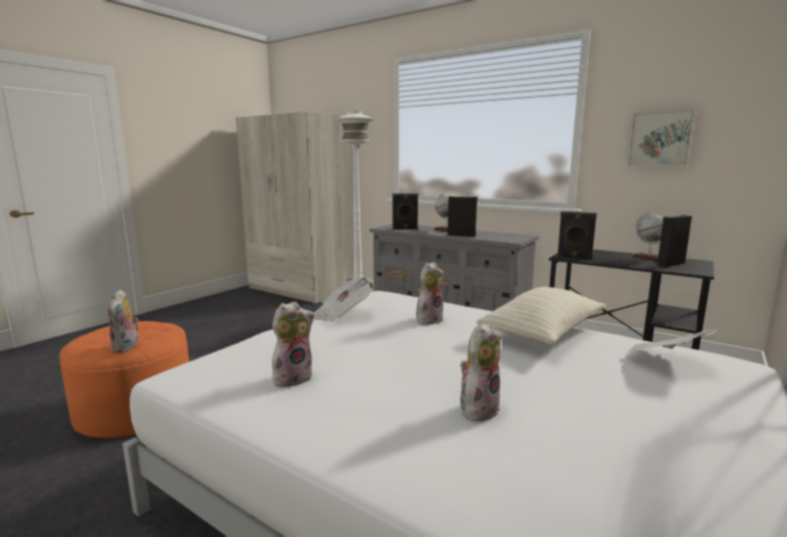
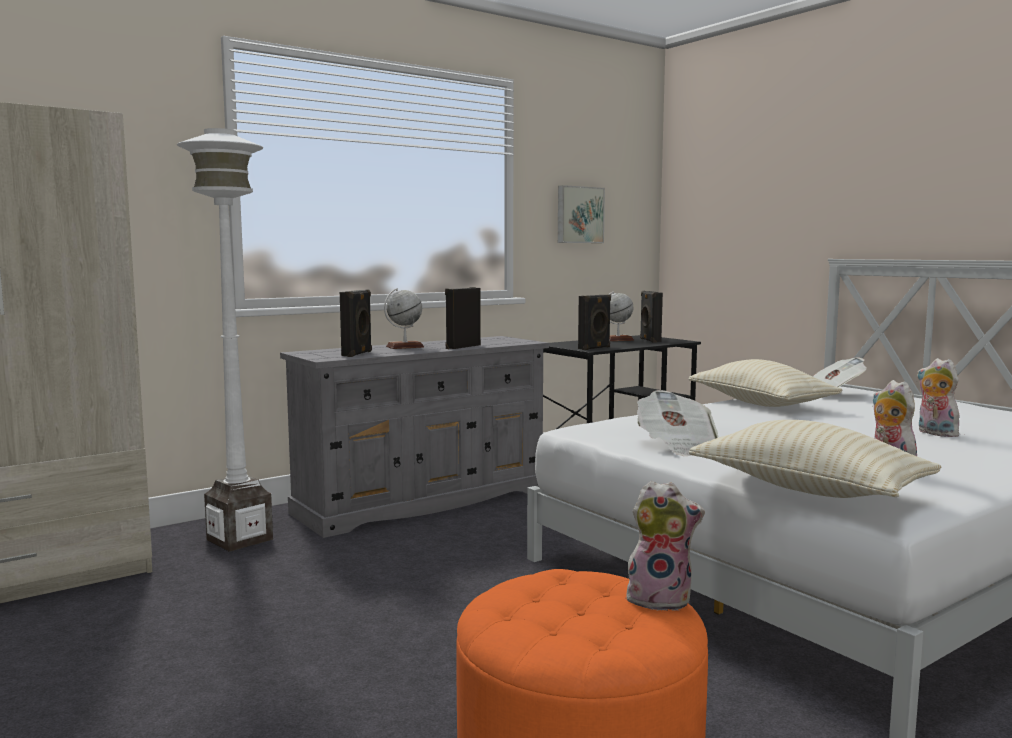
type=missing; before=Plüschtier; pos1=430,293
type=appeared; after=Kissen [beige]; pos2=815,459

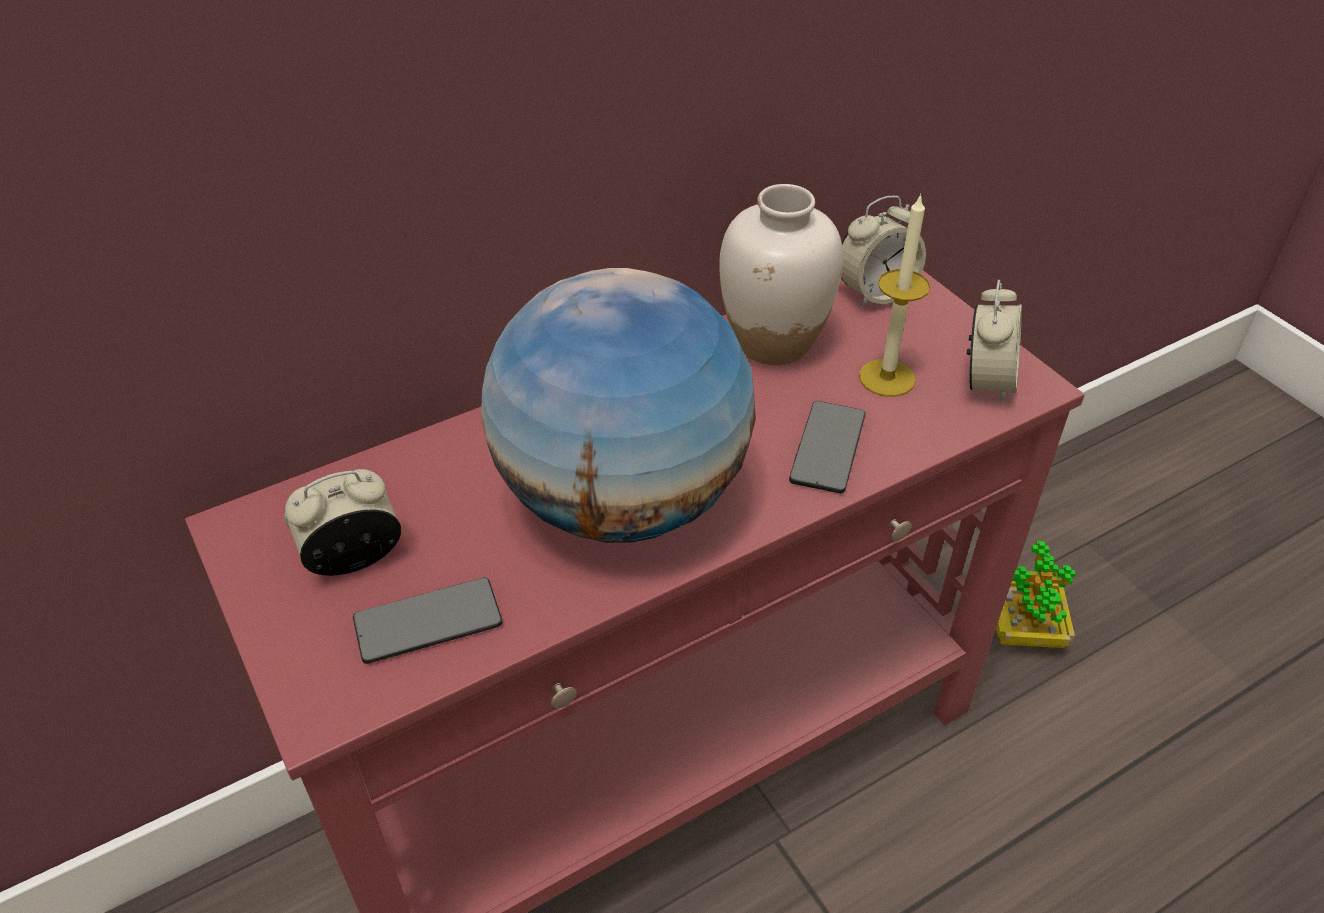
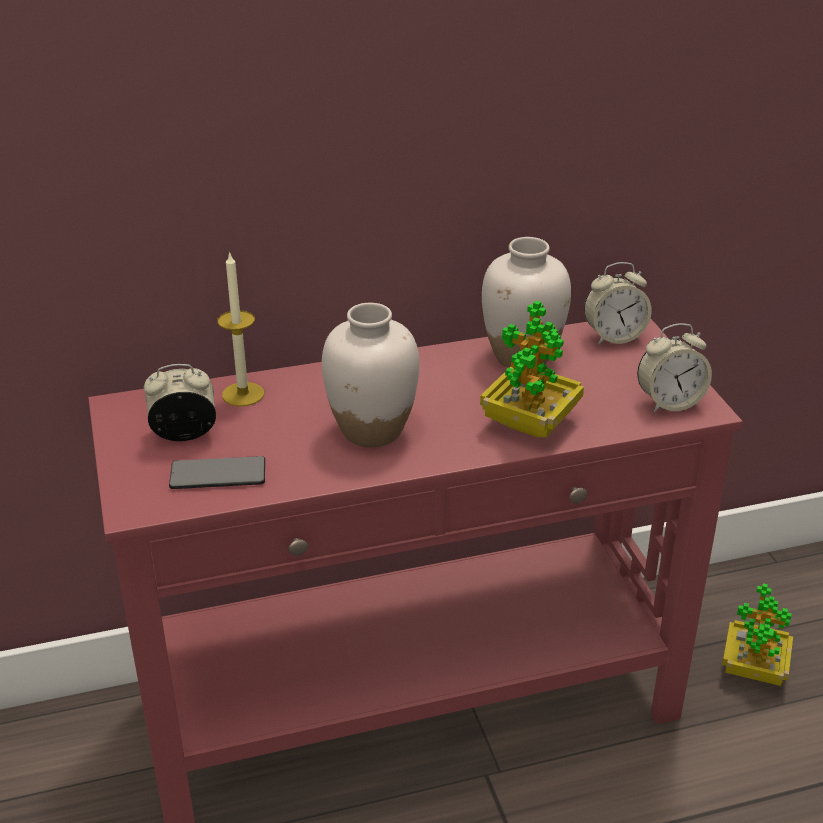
type=relocated; before=Kerze; pos1=894,295; pos2=240,328
type=exchanged; before=Globus; after=Vase [weiß]; pos1=618,405; pos2=371,375
type=exchanged; before=Handy; after=Topfpflanze; pos1=827,447; pos2=532,369
type=spun; before=Wecker; pos1=994,342; pos2=674,368; turn=45

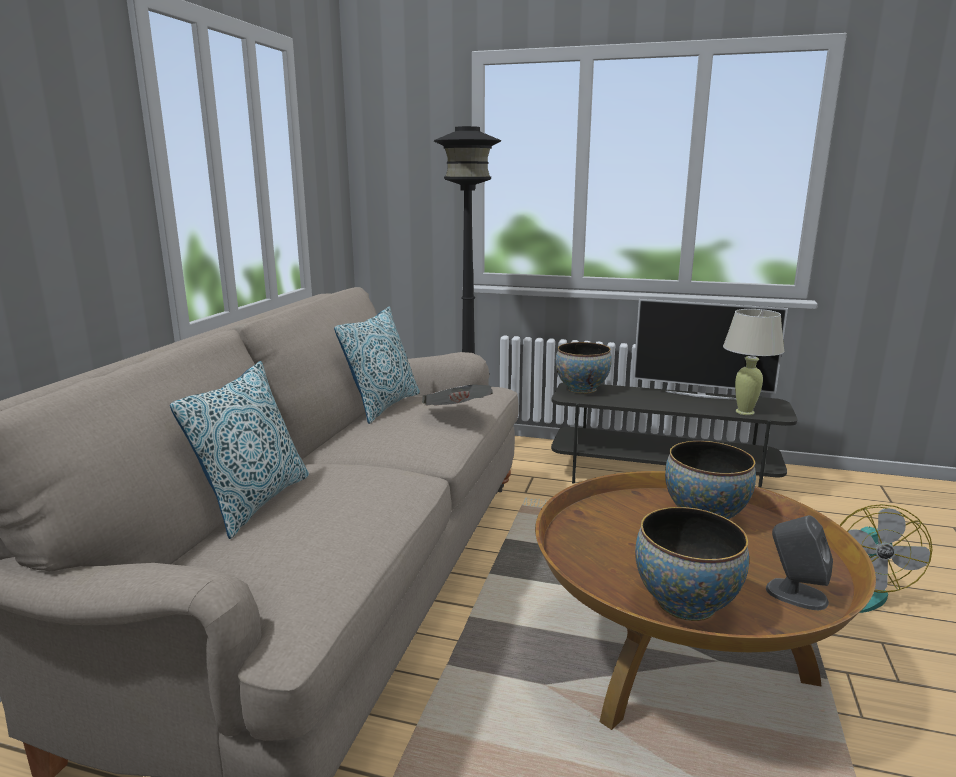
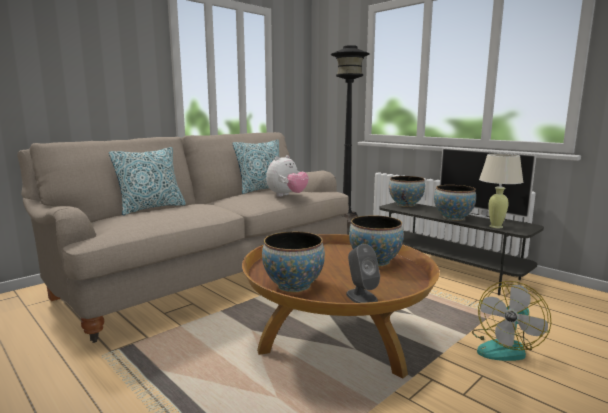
type=appeared; after=Schüssel; pos2=455,203
type=exchanged; before=Zeitung; after=Plüschtier; pos1=457,394; pos2=287,176

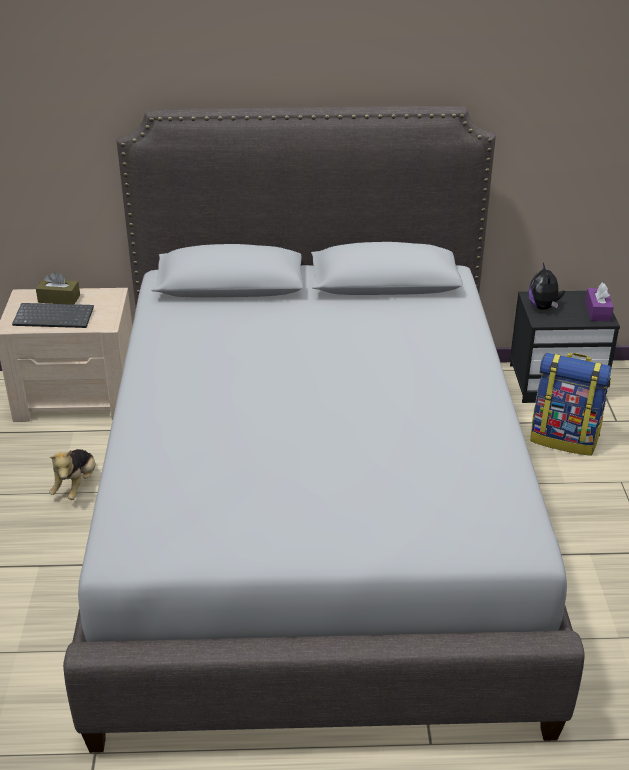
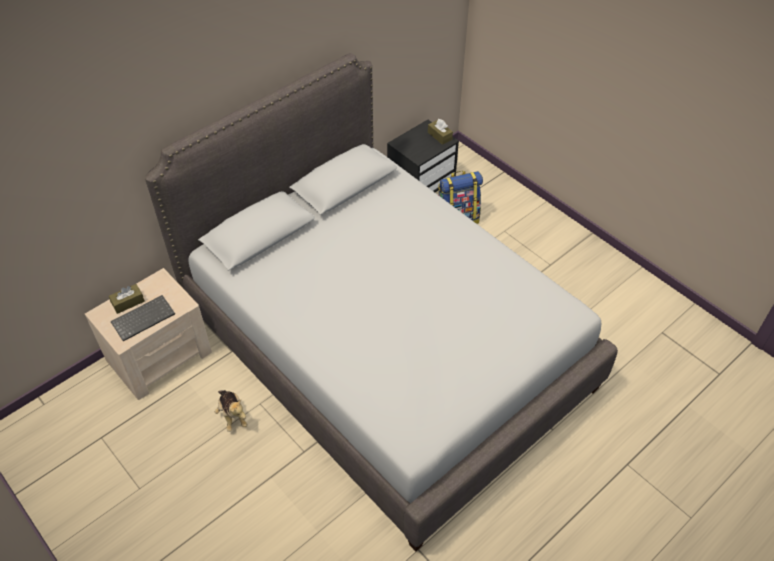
type=missing; before=Plüschtier; pos1=547,286
type=colour; before=Taschentuchbox [lila]; after=Taschentuchbox [braun]; pos1=599,302; pos2=440,132

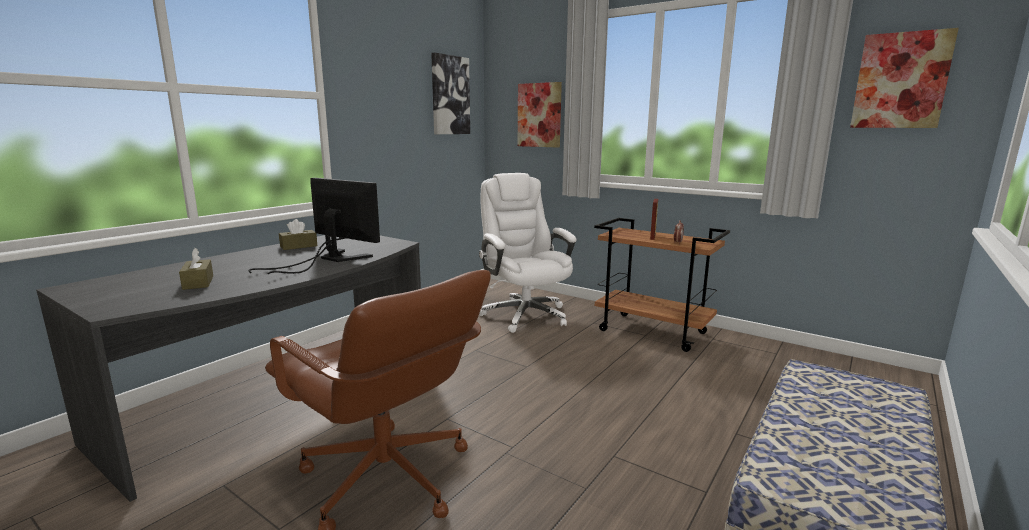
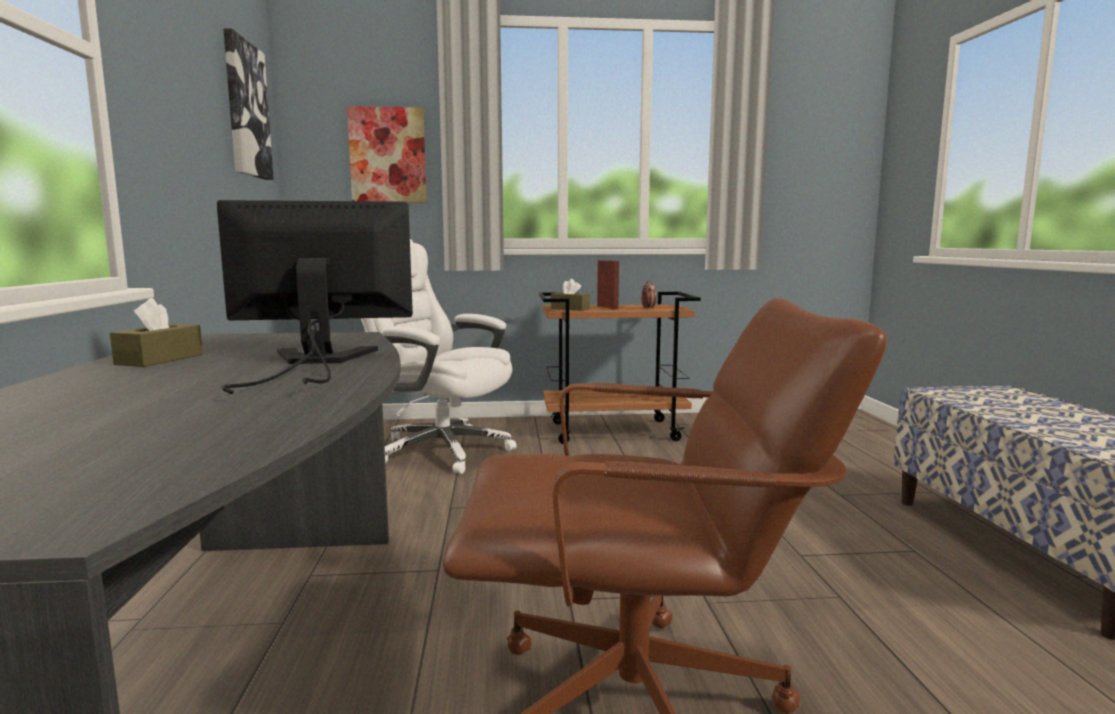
type=missing; before=Bild; pos1=904,78
type=relocated; before=Taschentuchbox [braun]; pos1=196,269; pos2=570,295

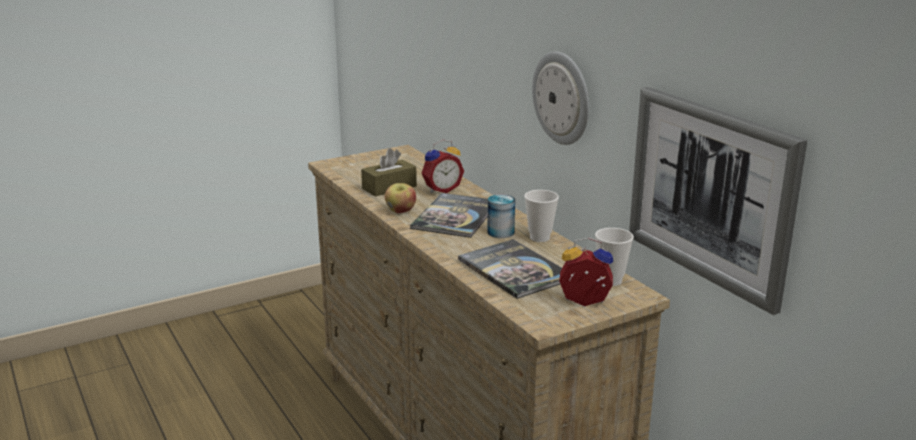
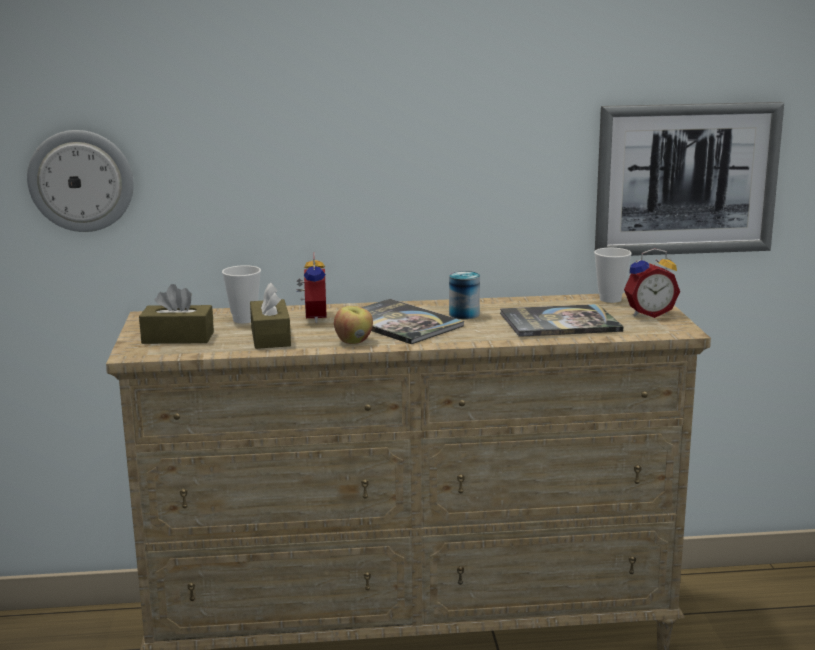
type=appeared; after=Taschentuchbox [braun]; pos2=176,314
type=relocated; before=Tasse; pos1=541,216; pos2=241,294
type=relocated; before=Wanduhr; pos1=560,98; pos2=80,181
type=spun; before=Wecker; pos1=586,272; pos2=652,283; turn=-135

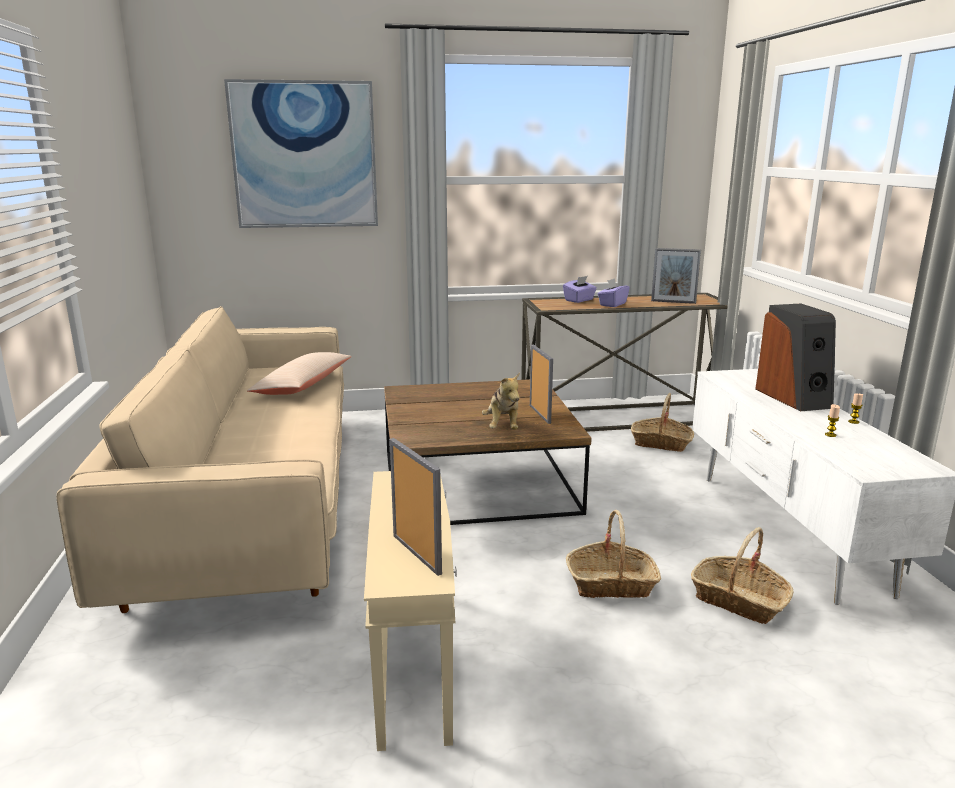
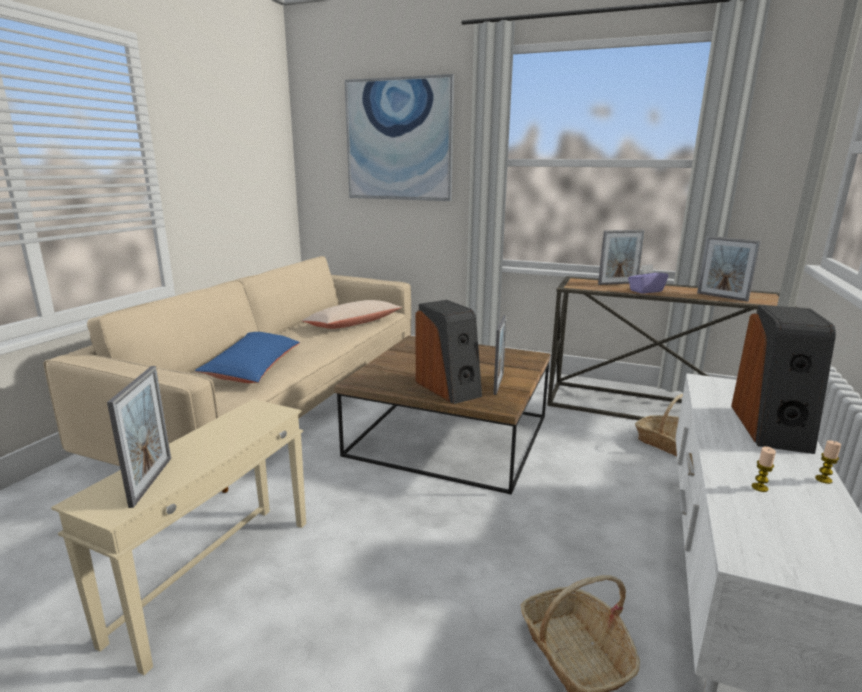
type=missing; before=Korb; pos1=614,554
type=appeared; after=Kissen [blau]; pos2=247,357
type=exchanged; before=Plüschtier; after=Lautsprecher; pos1=501,401; pos2=448,352
type=exchanged; before=Taschentuchbox [lila]; after=Bilderrahmen; pos1=580,289; pos2=621,257

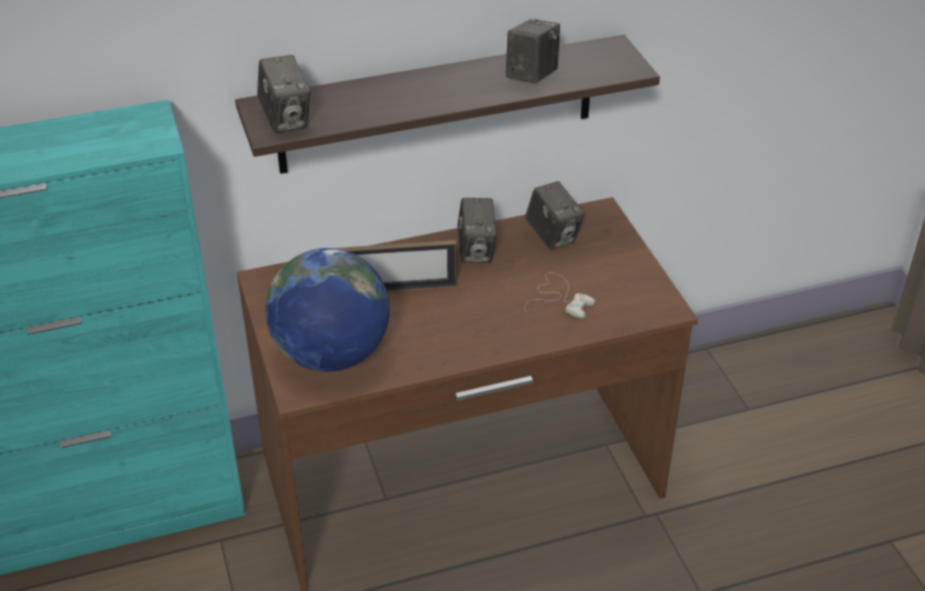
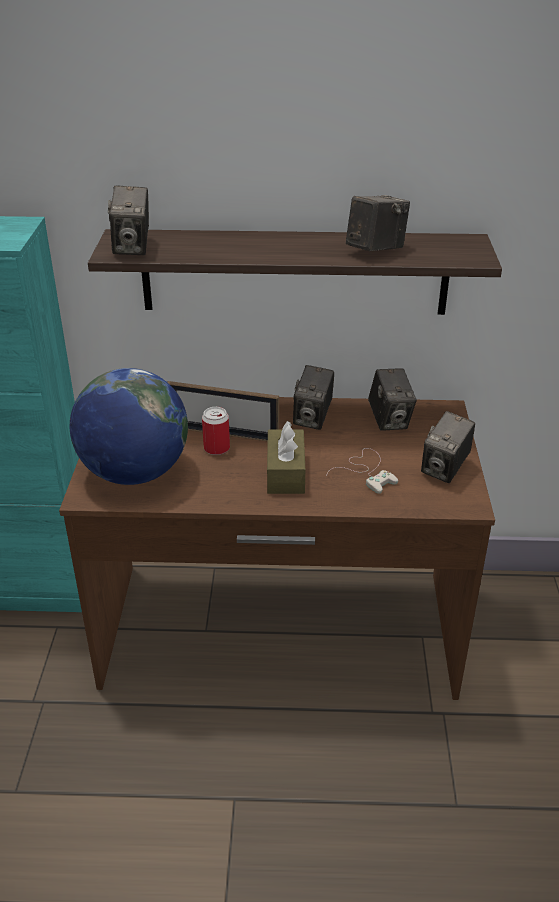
type=appeared; after=Dose; pos2=216,431
type=appeared; after=Taschentuchbox [braun]; pos2=286,457
type=appeared; after=Kamera; pos2=448,447

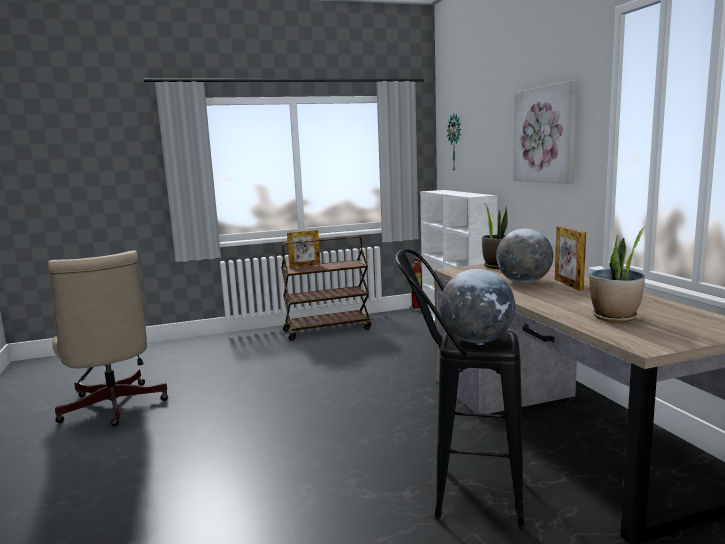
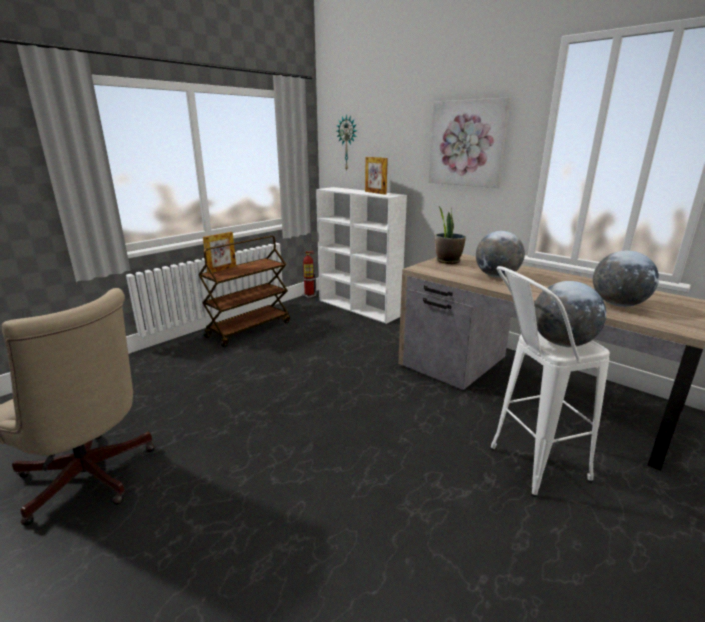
type=relocated; before=Bilderrahmen; pos1=570,258; pos2=376,176
type=exchanged; before=Topfpflanze; after=Globus; pos1=617,274; pos2=626,279
type=colour; before=Hocker [schwarz]; after=Hocker [weiß]; pos1=460,388; pos2=550,381

